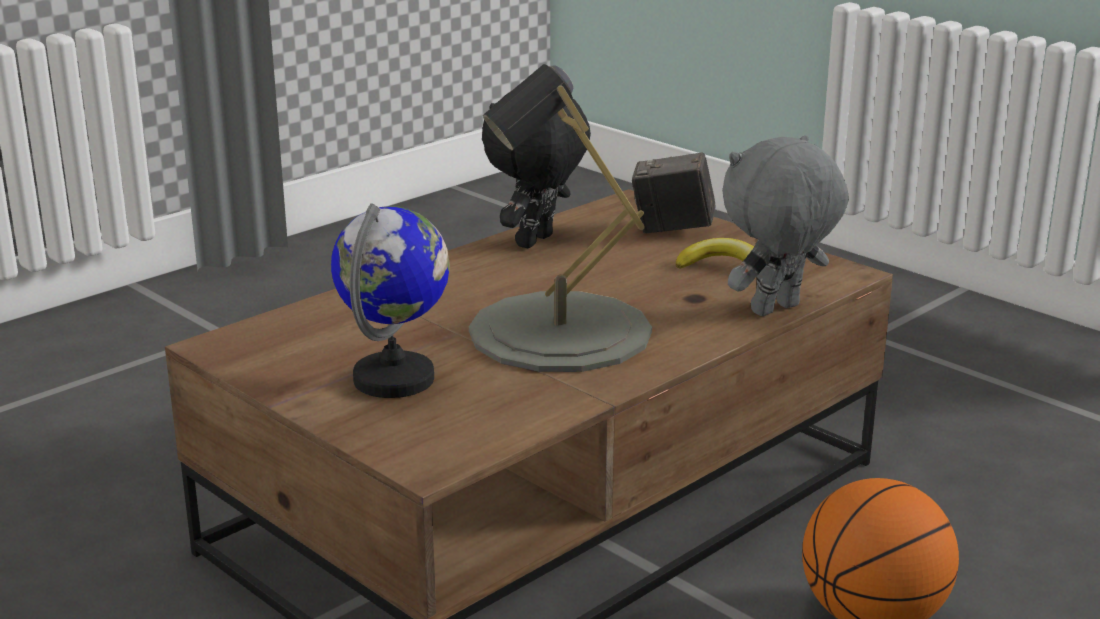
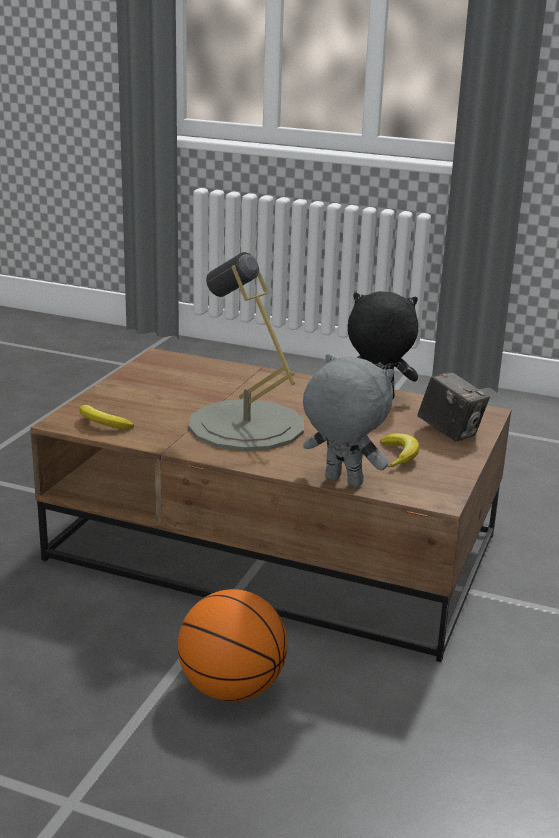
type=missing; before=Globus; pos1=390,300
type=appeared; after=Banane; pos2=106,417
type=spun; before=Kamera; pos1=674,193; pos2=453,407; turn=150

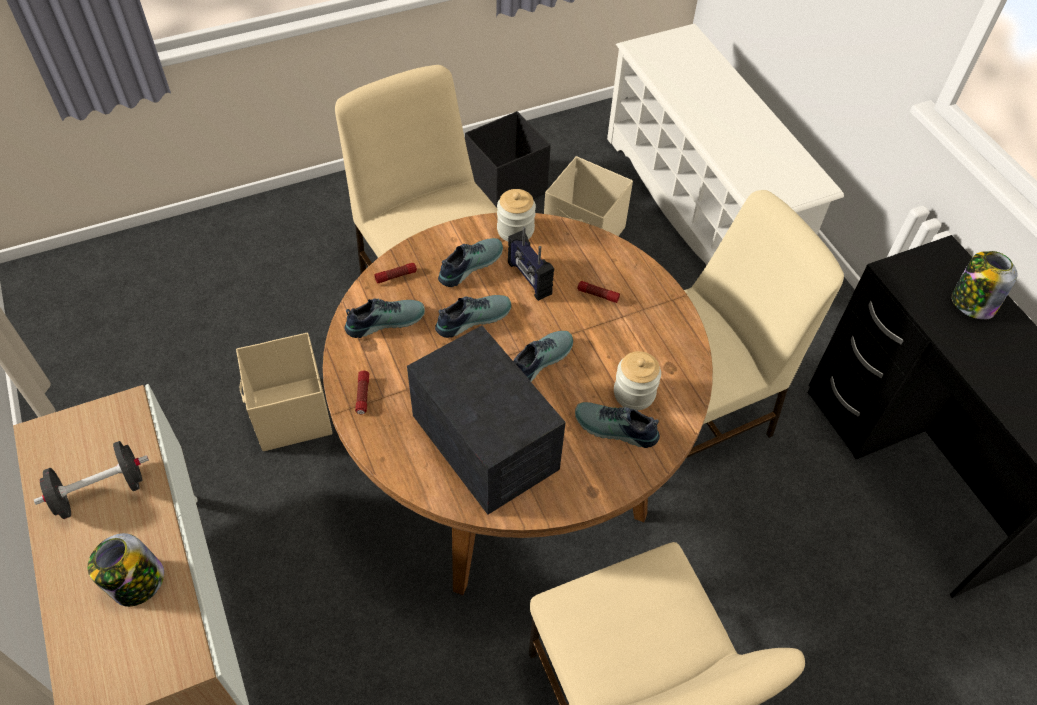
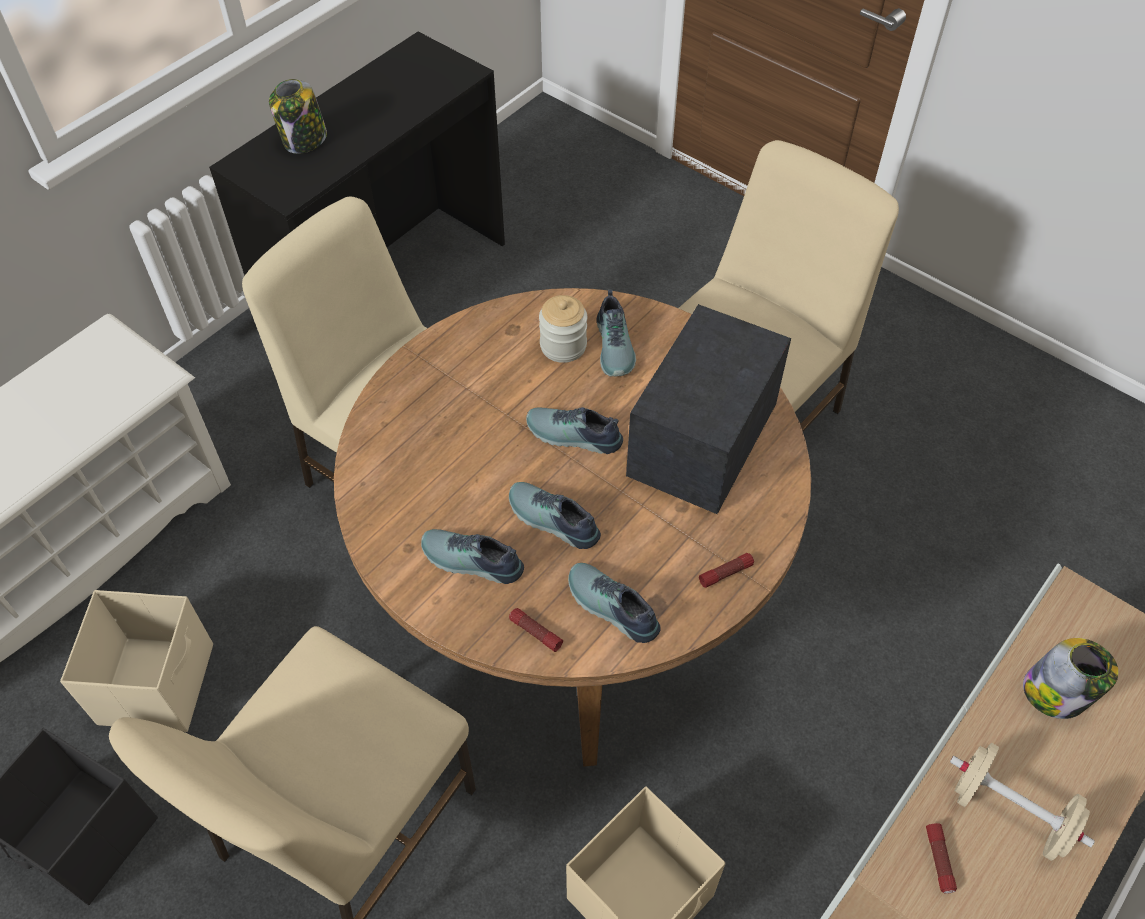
type=missing; before=Vorratsglas; pos1=516,215
type=missing; before=Radio; pos1=531,264
type=relocated; before=Taschenlampe; pos1=599,292; pos2=941,858
type=colour; before=Hantel [schwarz]; after=Hantel [beige]; pos1=91,480; pos2=1022,802

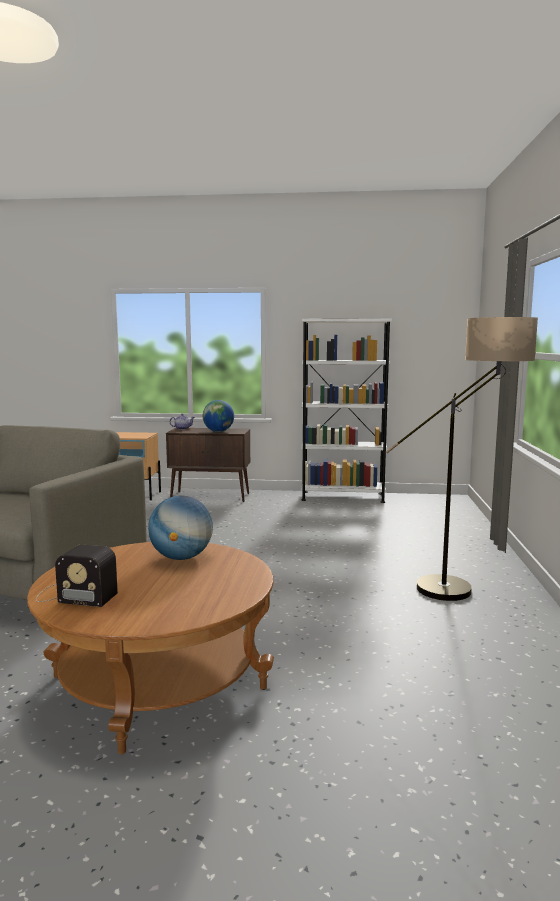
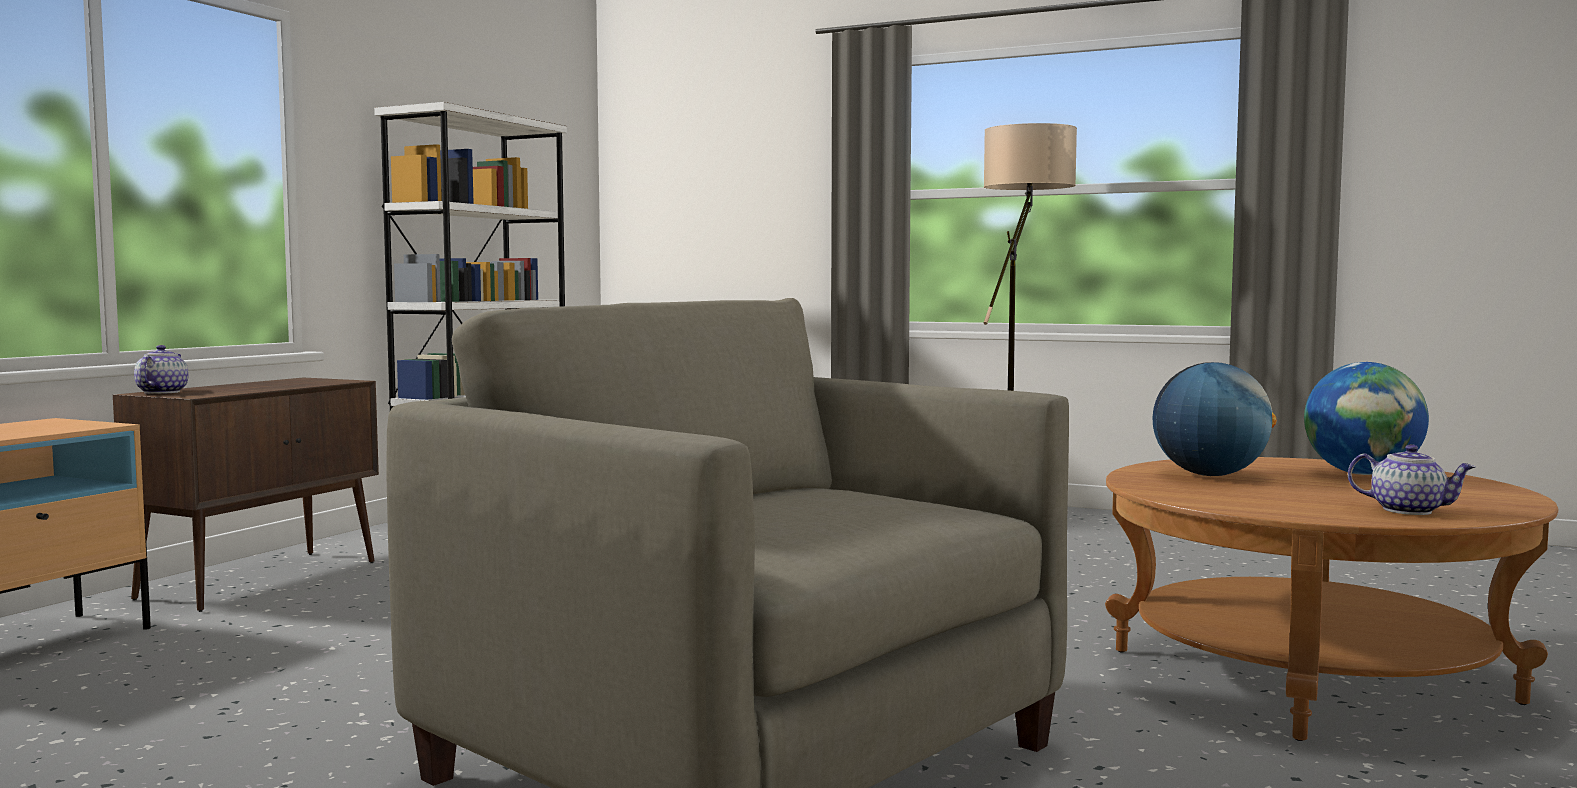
type=relocated; before=Globus; pos1=218,416; pos2=1366,418
type=exchanged; before=Radio; after=Teekanne; pos1=77,576; pos2=1412,479

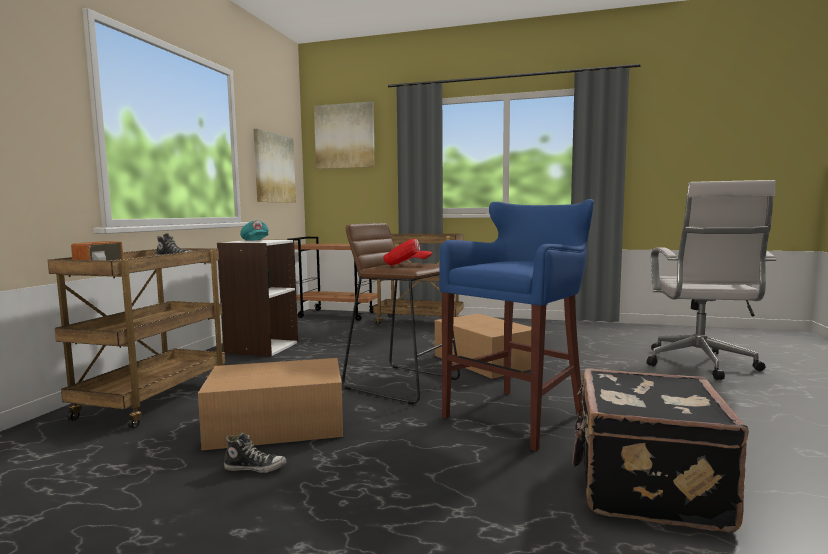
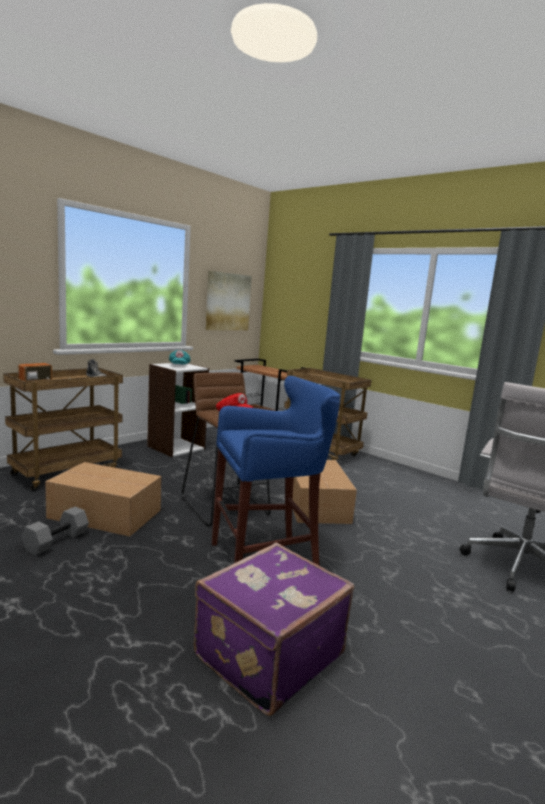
type=missing; before=Bild; pos1=344,135
type=exchanged; before=Schuh; after=Hantel [grau]; pos1=255,452; pos2=55,531
type=colour; before=Koffer [schwarz]; after=Koffer [lila]; pos1=660,450; pos2=274,629

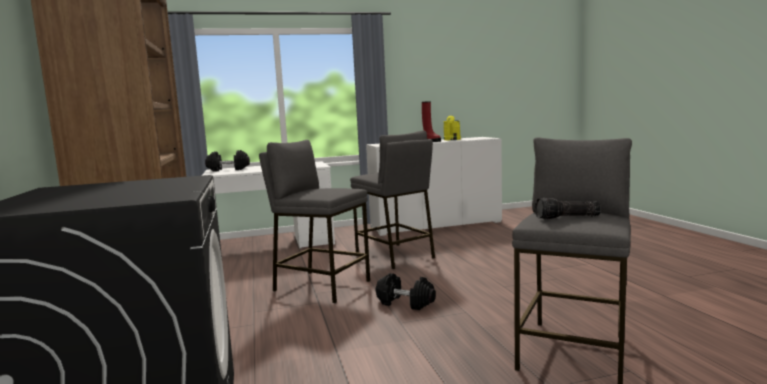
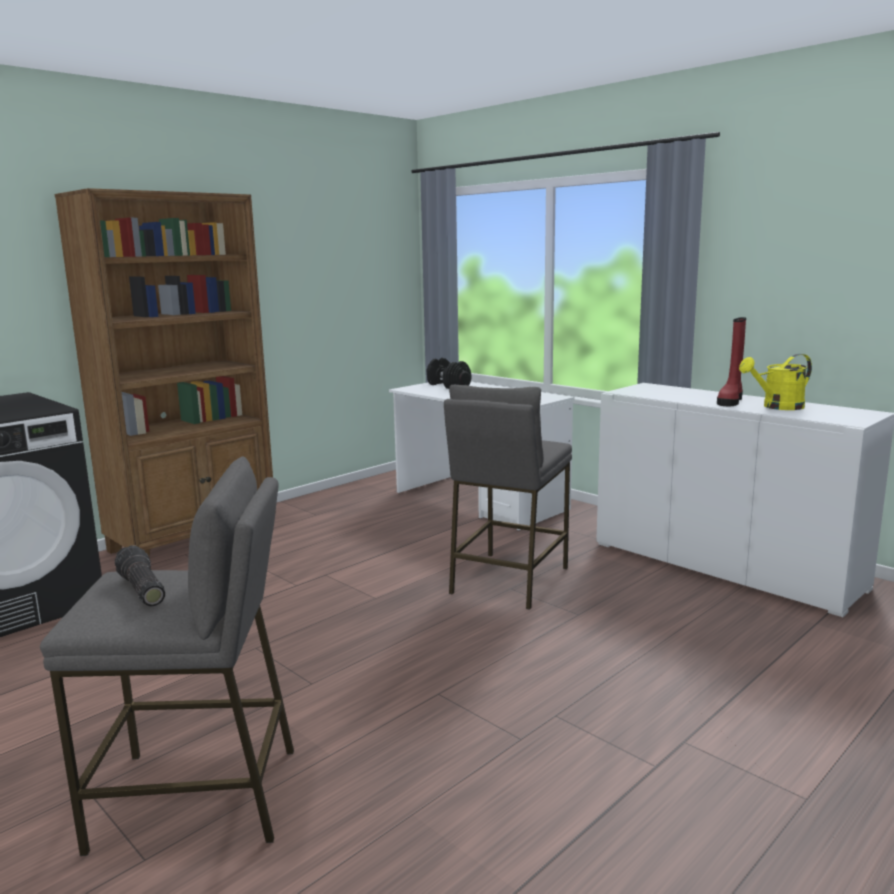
type=missing; before=Hocker [grau]; pos1=314,221
type=missing; before=Hantel [schwarz]; pos1=406,291

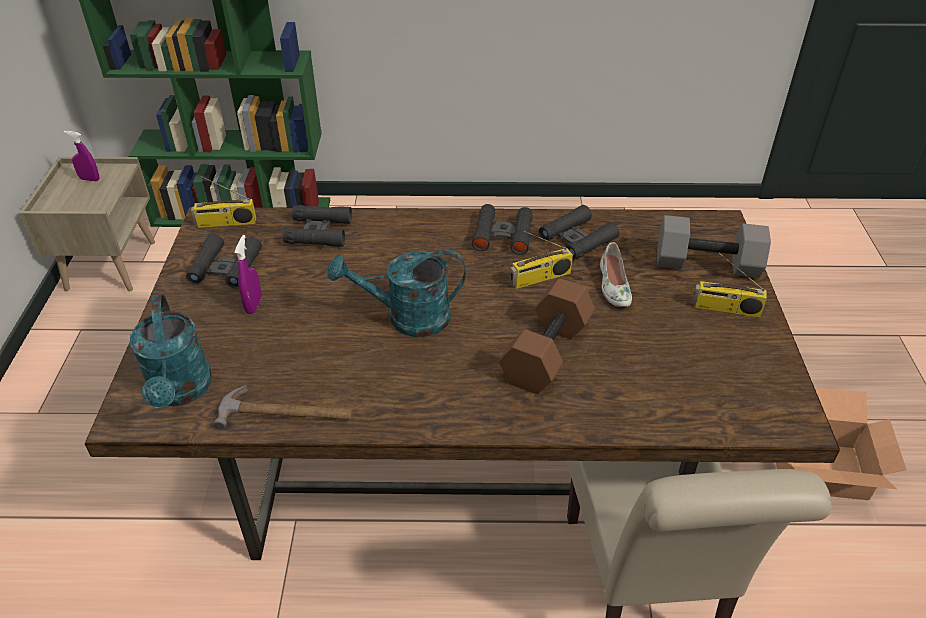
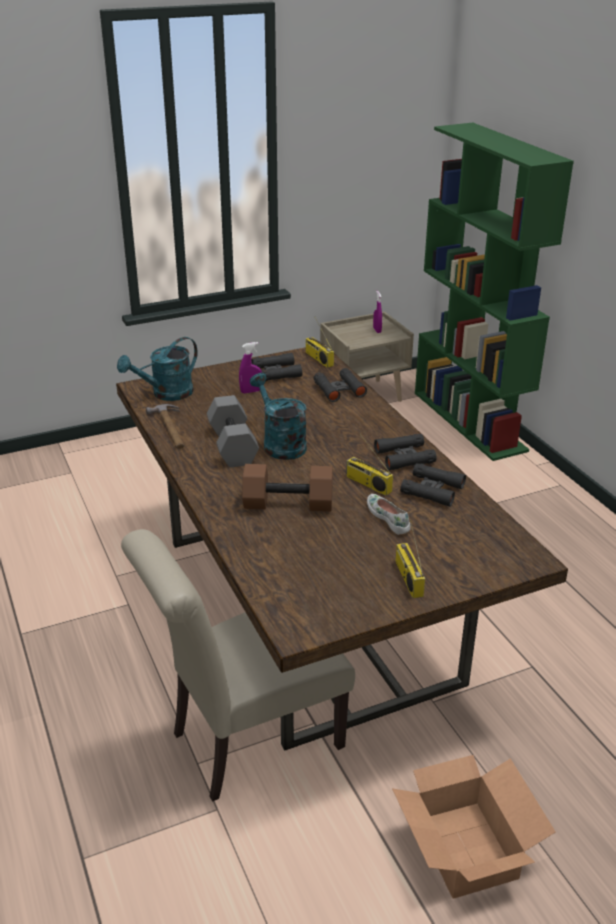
type=relocated; before=Hantel [grau]; pos1=713,246; pos2=233,431
type=spun; before=Schuh [weiß]; pos1=616,274; pos2=388,514; turn=90

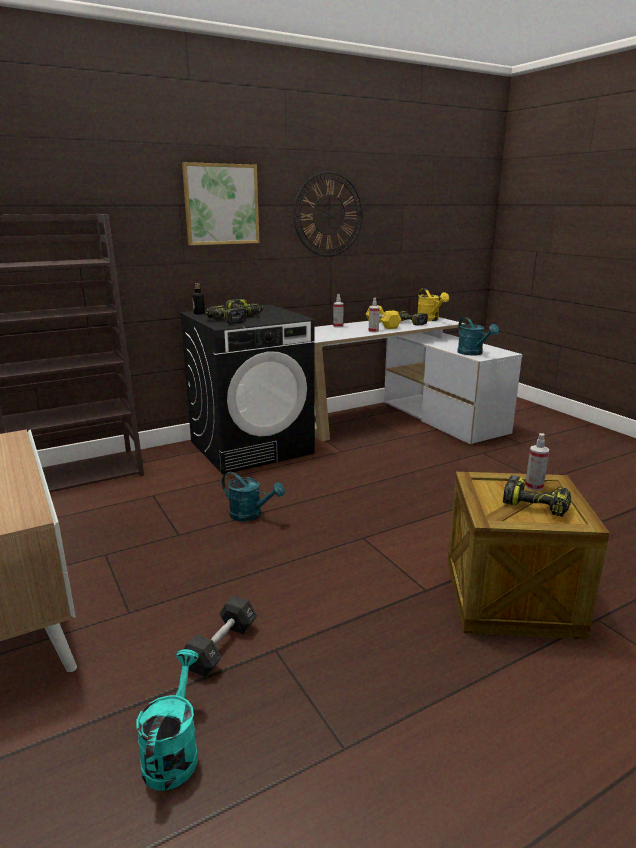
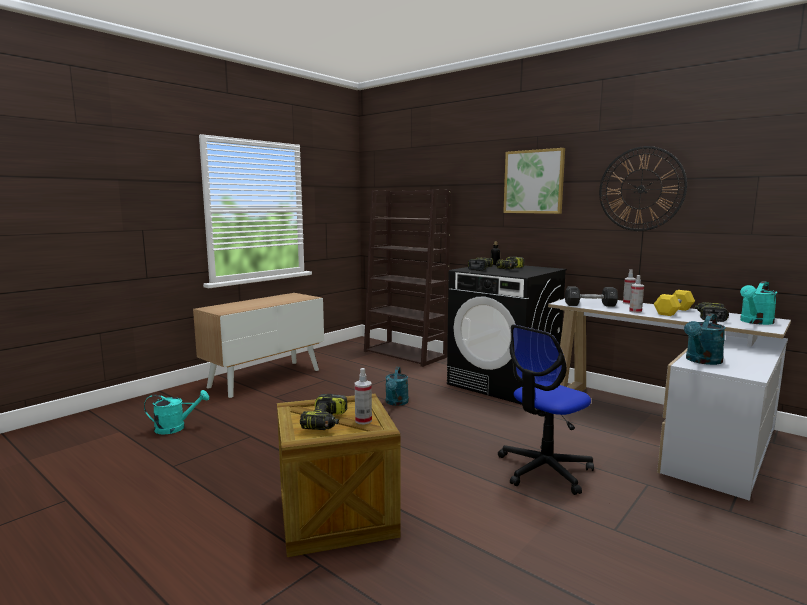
type=appeared; after=Bürostuhl; pos2=546,410
type=relocated; before=Hantel [schwarz]; pos1=220,636; pos2=591,296
type=colour; before=Gießkanne [gelb]; after=Gießkanne [türkis]; pos1=433,304; pos2=758,303

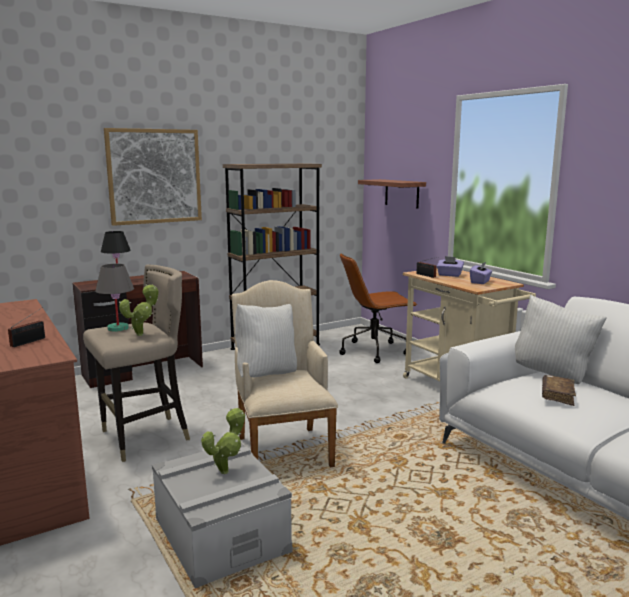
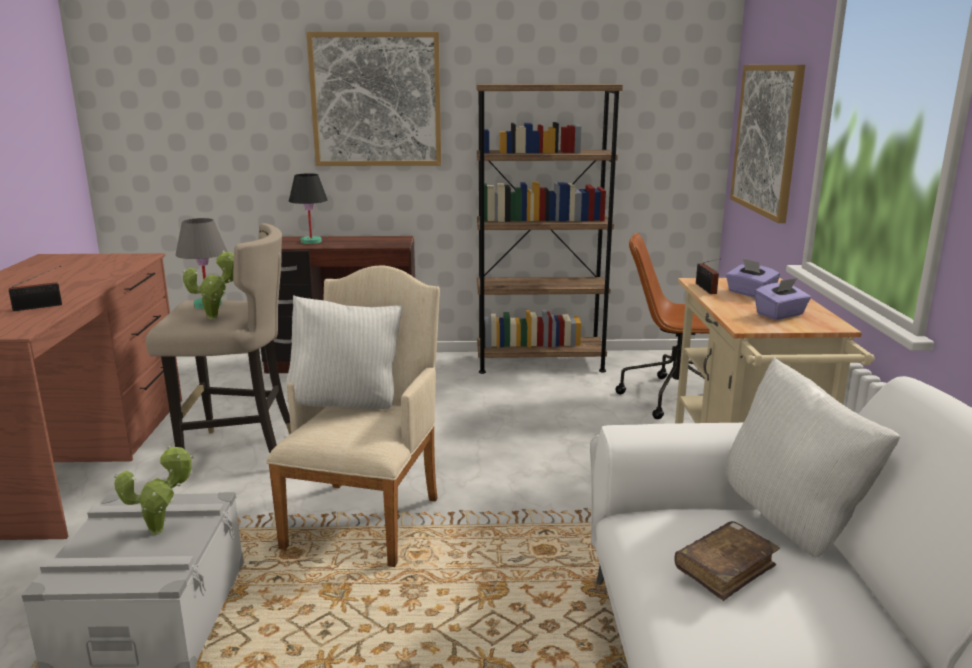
type=exchanged; before=Wandregal; after=Bild; pos1=392,194; pos2=767,144

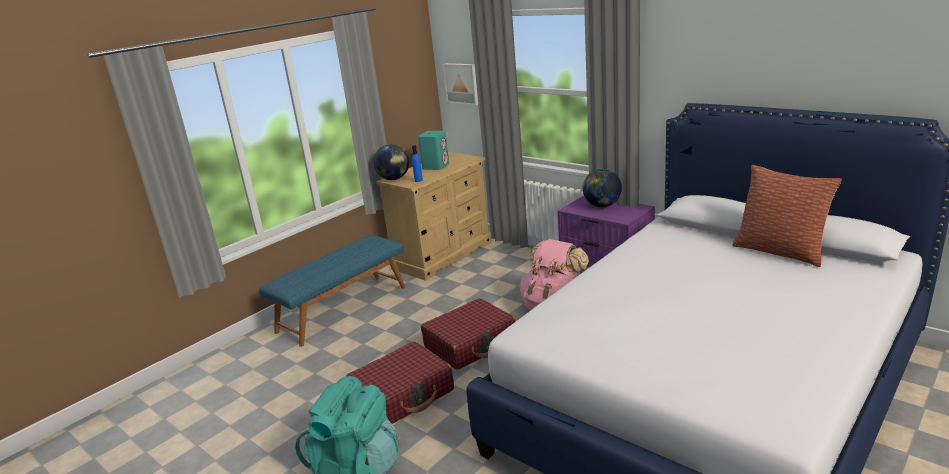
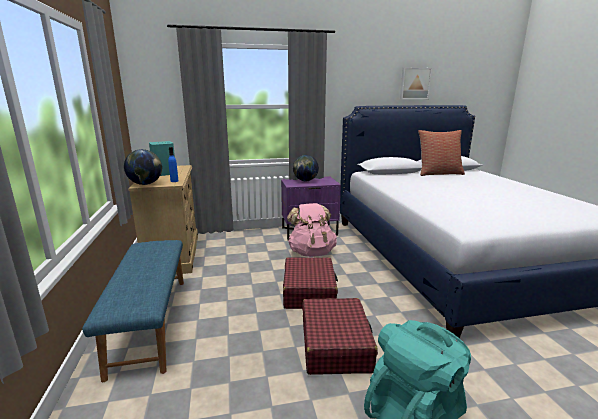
type=relocated; before=Bild; pos1=460,84; pos2=416,83

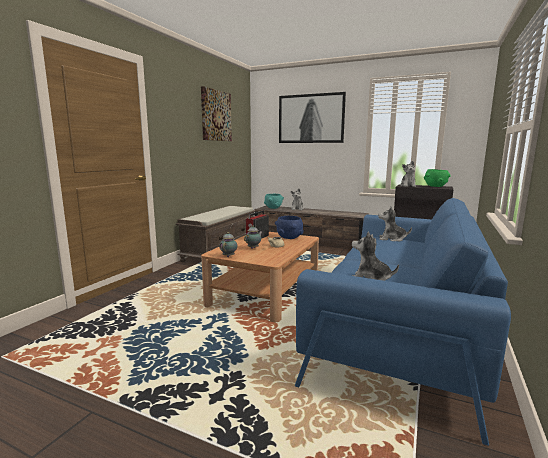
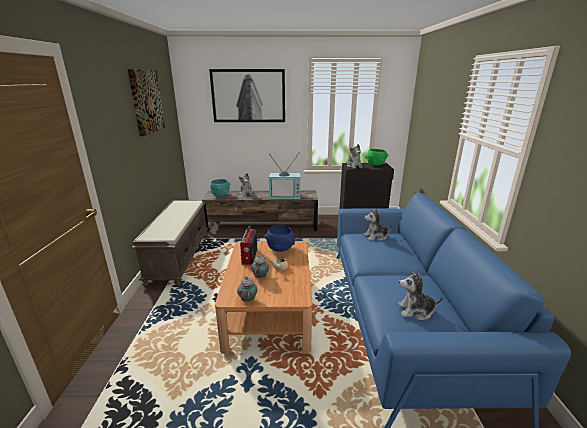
type=appeared; after=Fernseher; pos2=284,175

